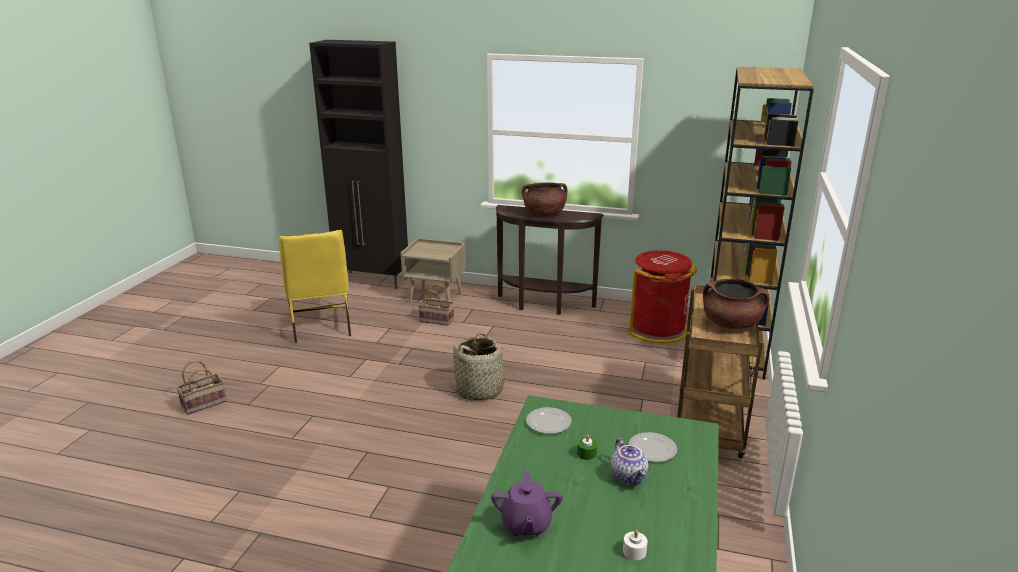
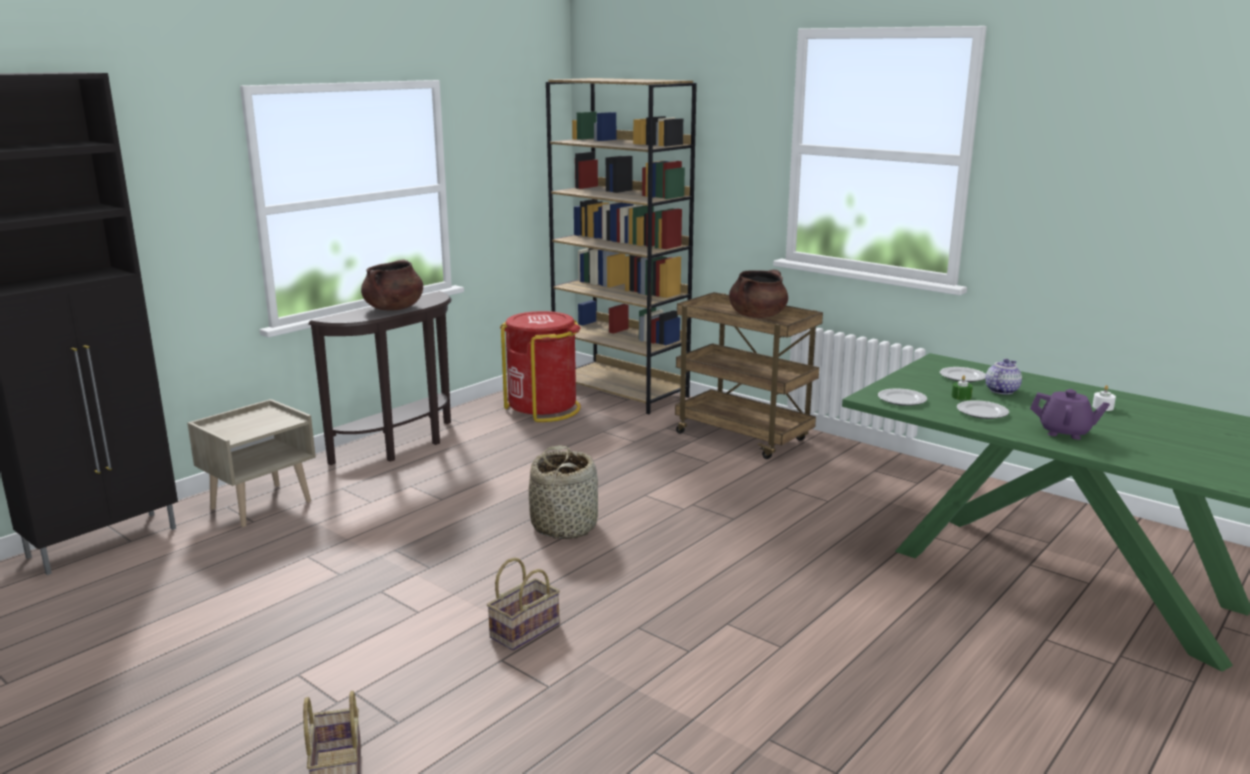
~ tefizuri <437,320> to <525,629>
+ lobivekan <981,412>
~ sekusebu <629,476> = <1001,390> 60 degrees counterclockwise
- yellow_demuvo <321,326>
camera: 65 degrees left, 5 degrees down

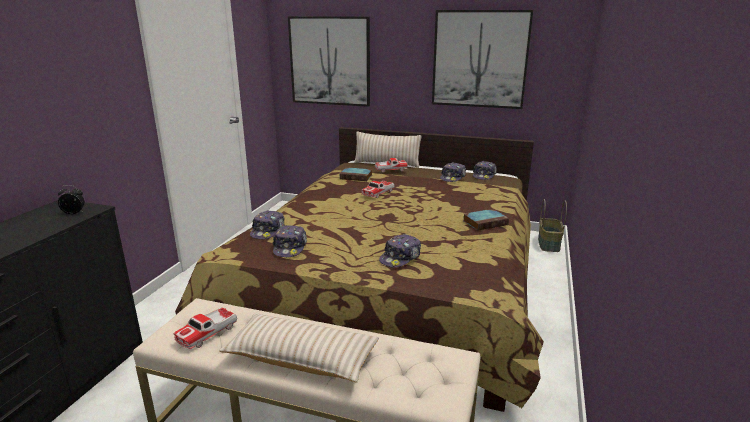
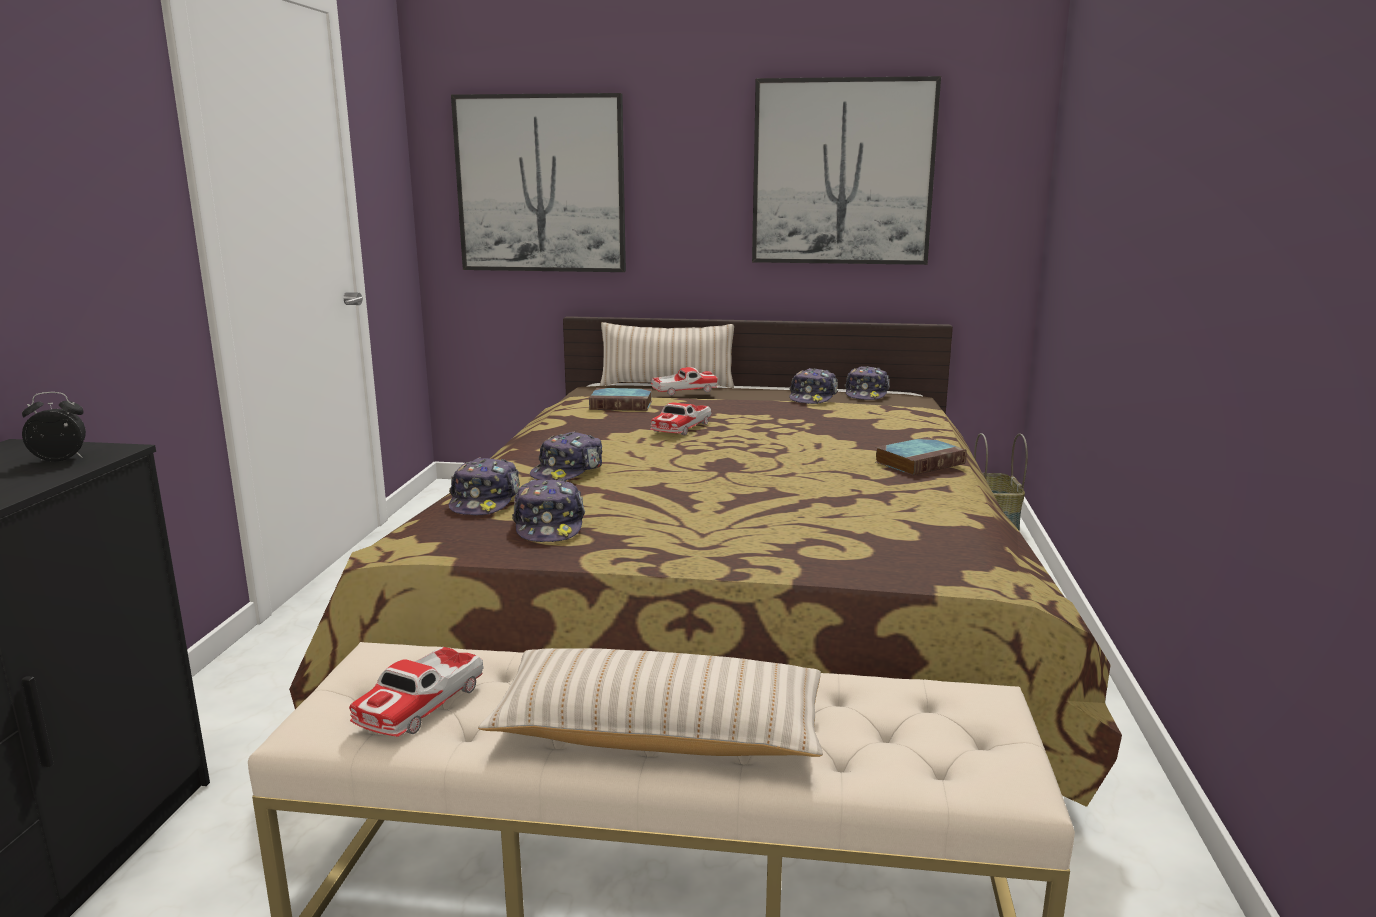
~ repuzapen <400,258> to <568,471>
camera: 10 degrees left, 5 degrees down

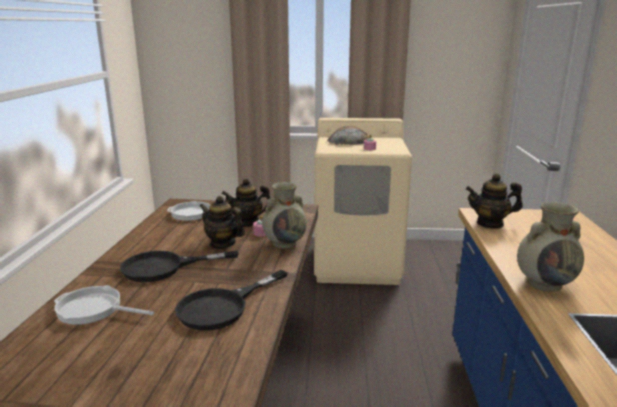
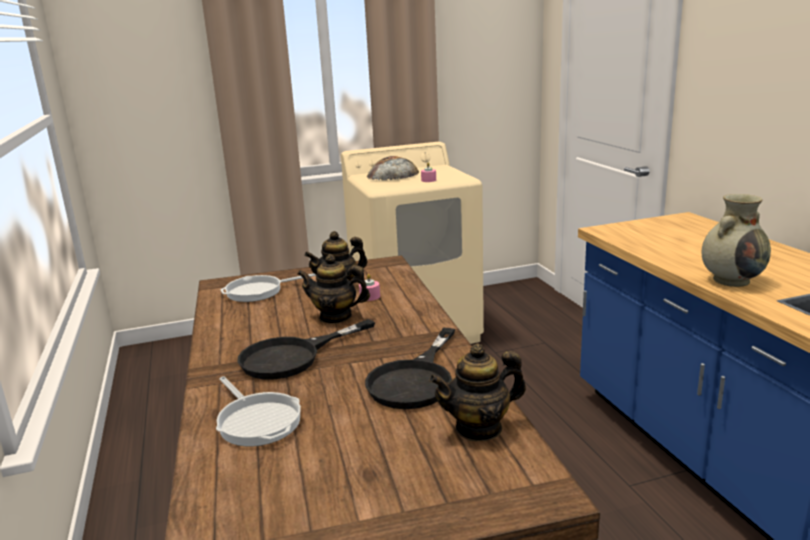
~ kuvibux <93,310> = <257,420> 120 degrees counterclockwise
~ sekusebu <490,223> to <479,428>
- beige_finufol <285,243>
camera: 20 degrees left, 0 degrees up

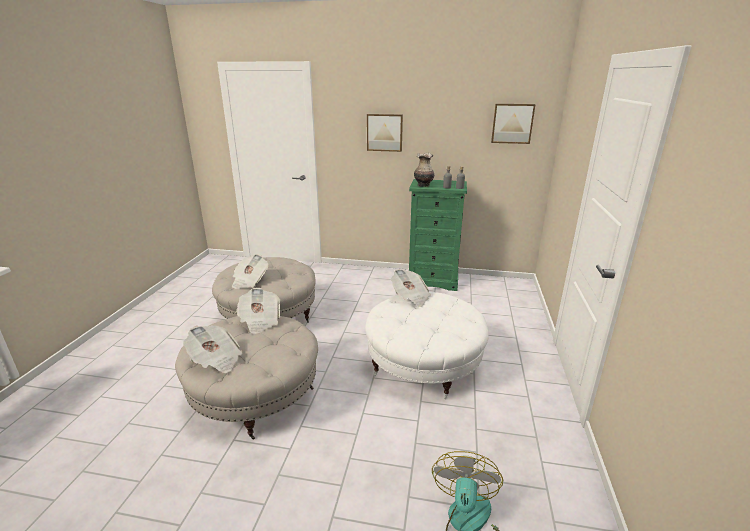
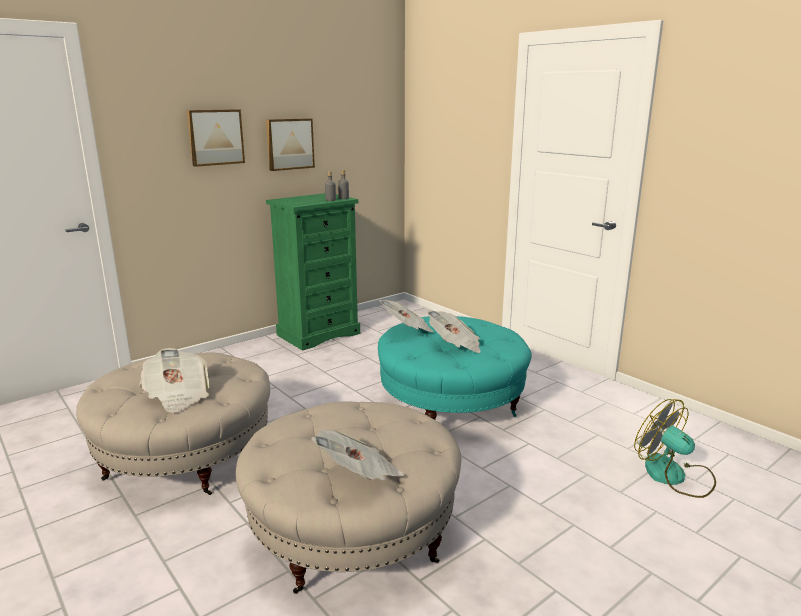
~ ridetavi <512,123> to <289,144>
~ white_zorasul <423,364> to turquoise_zorasul <451,403>
~ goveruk <260,321> to <455,345>
- finufol <423,185>
camera: 50 degrees left, 5 degrees down

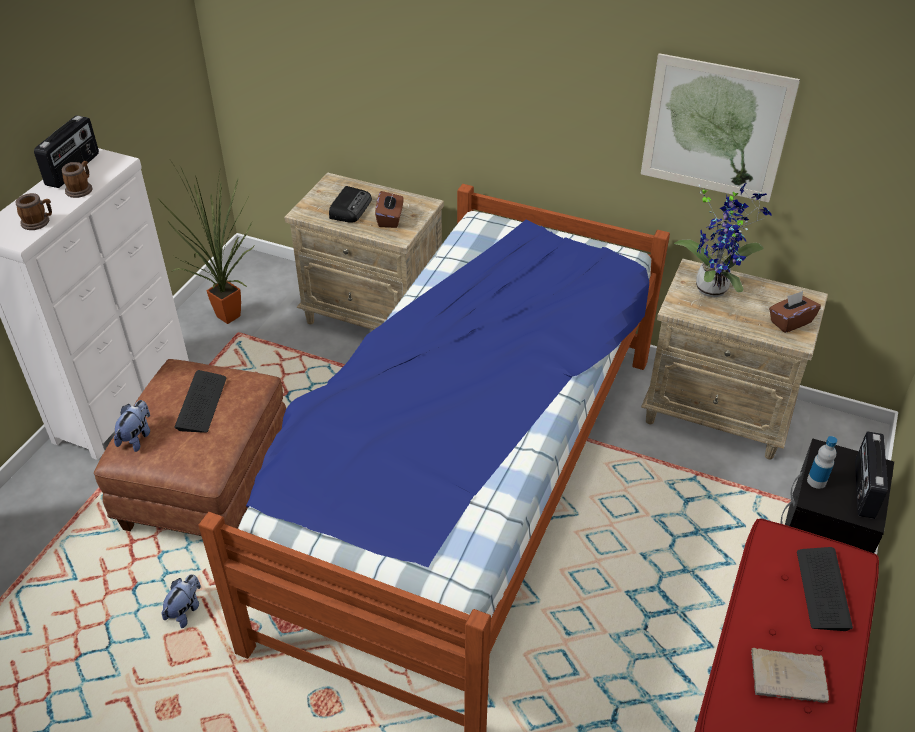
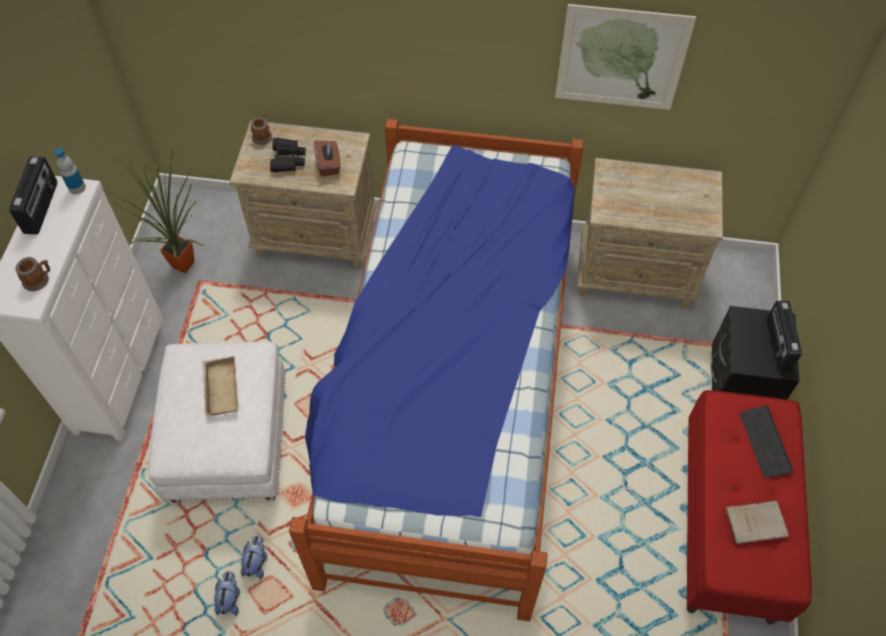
~ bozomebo <816,481> to <77,188>
~ brown_zorasul <206,483> to white_zorasul <229,440>
~ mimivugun <201,403> to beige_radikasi <219,388>
~ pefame <137,437> to <230,598>
~ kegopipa <81,189> to <262,135>
~ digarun <350,208> to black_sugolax <287,159>
- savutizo <714,286>
- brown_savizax <790,322>
camera: 15 degrees left, 15 degrees up

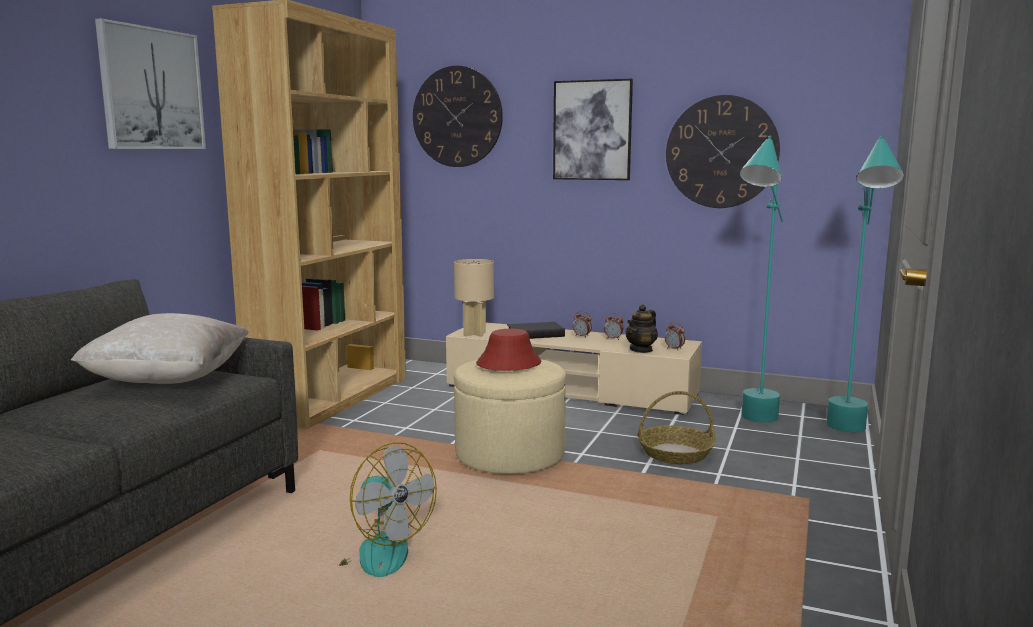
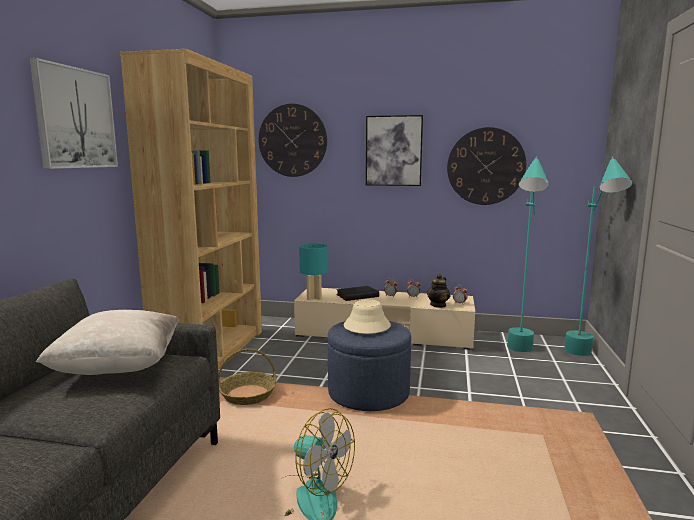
~ tefizuri <675,453> to <247,395>
~ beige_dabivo <474,334> to turquoise_dabivo <314,298>
~ beige_zorasul <510,455> to blue_zorasul <368,393>
~ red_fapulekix <508,363> to beige_fapulekix <366,326>
camera: 10 degrees left, 0 degrees up

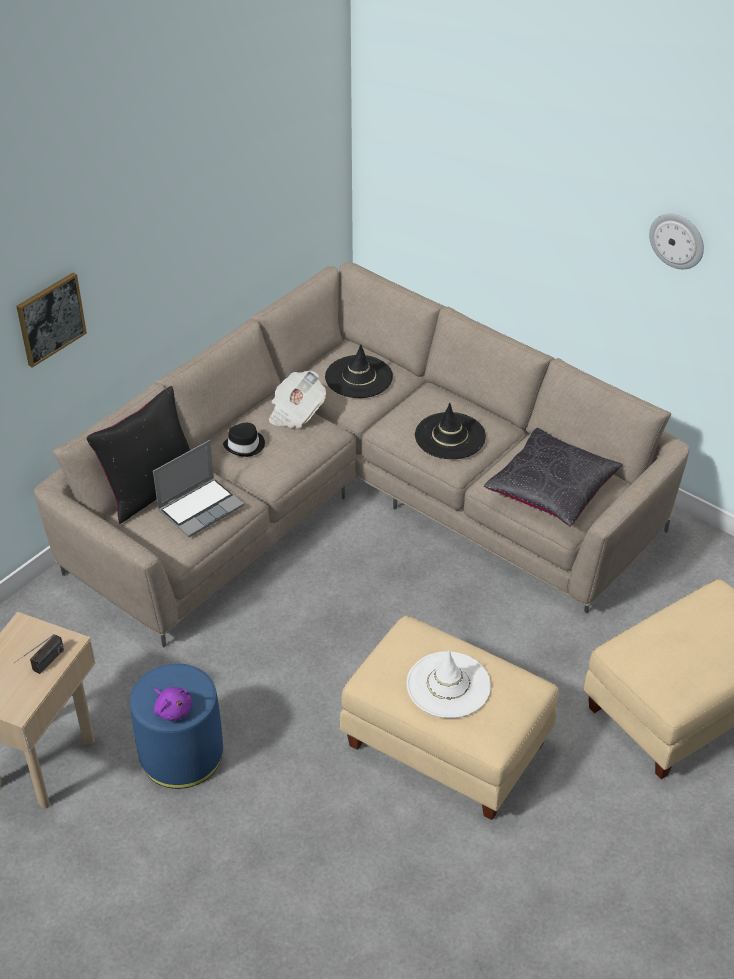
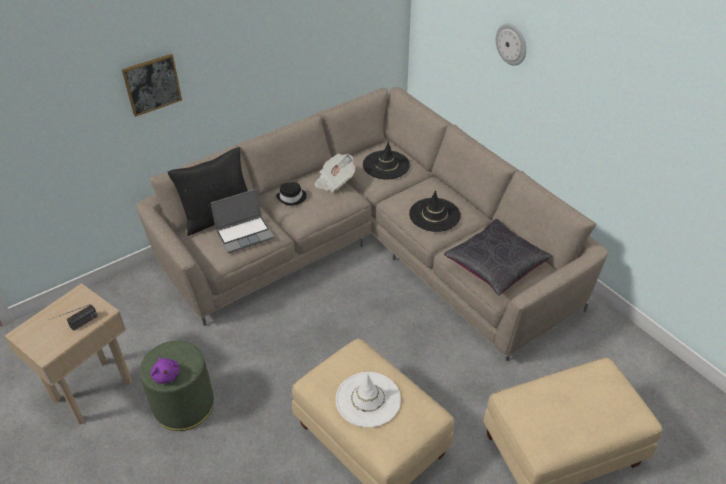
~ blue_zorasul <181,754> to green_zorasul <184,405>
~ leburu <677,240> to <511,44>
camera: 15 degrees right, 0 degrees up

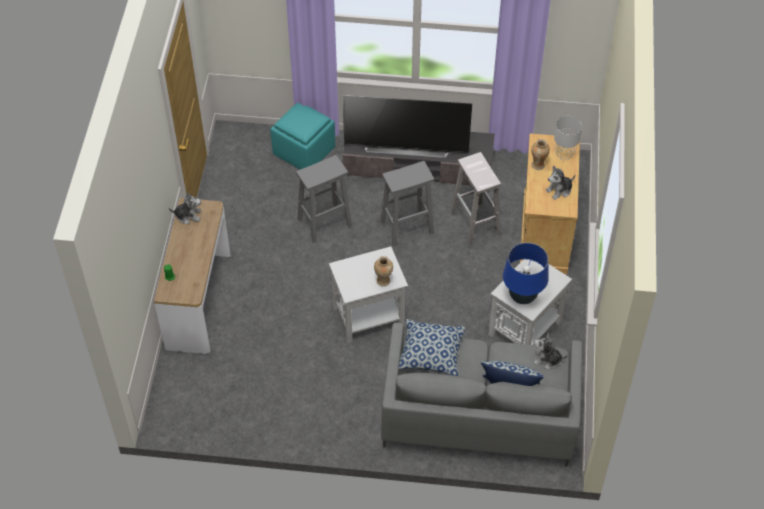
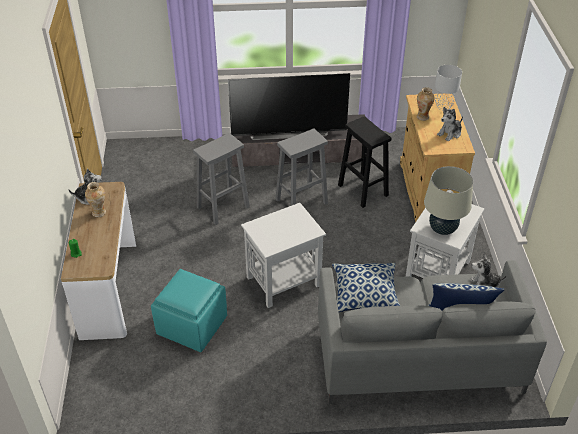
~ finufol <383,281> to <99,213>
~ turquoise_zorasul <305,151> to <193,325>
~ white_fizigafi <475,223> to black_fizigafi <363,191>
~ blue_dabivo <522,296> to beige_dabivo <442,229>
camera: 10 degrees left, 10 degrees down

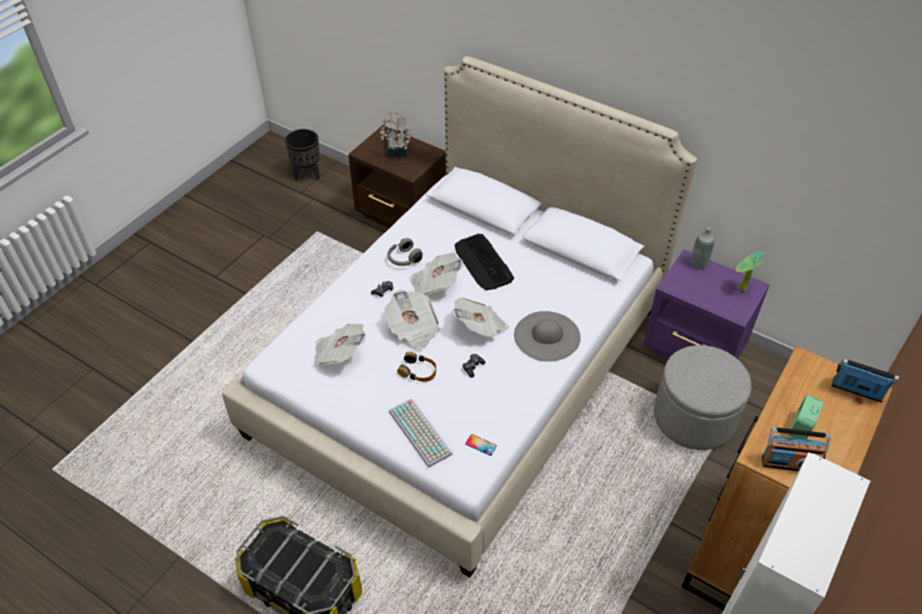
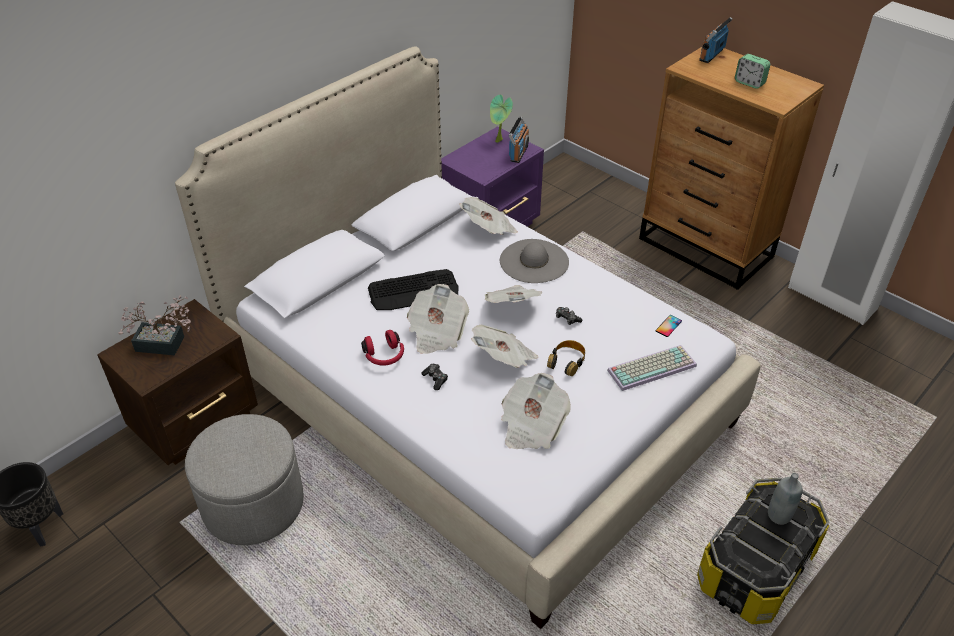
~ grey_zorasul <694,417> to <253,504>
~ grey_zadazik <403,259> to red_zadazik <384,356>
+ goveruk <489,229>
~ digarun <788,463> to <518,153>
~ grey_bozomebo <698,264> to <779,515>
camera: 80 degrees left, 5 degrees down

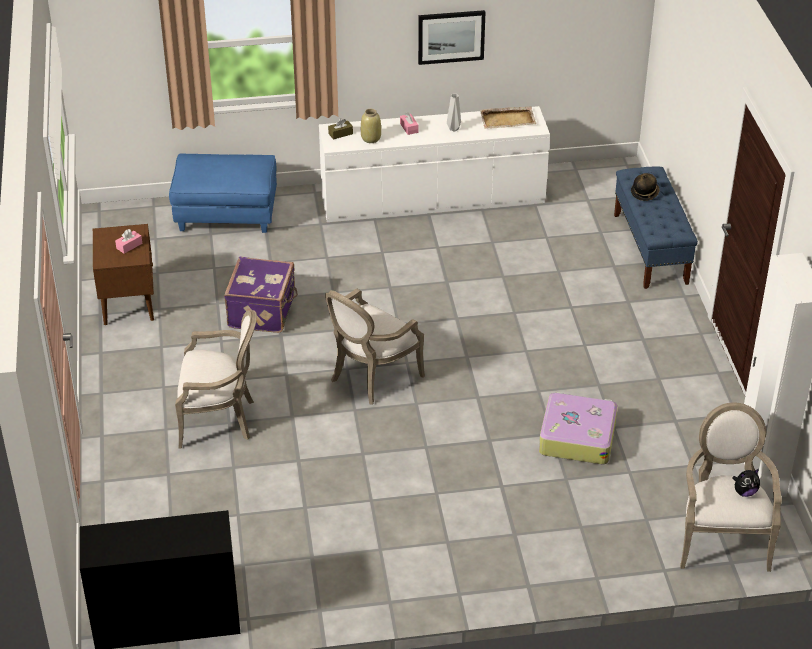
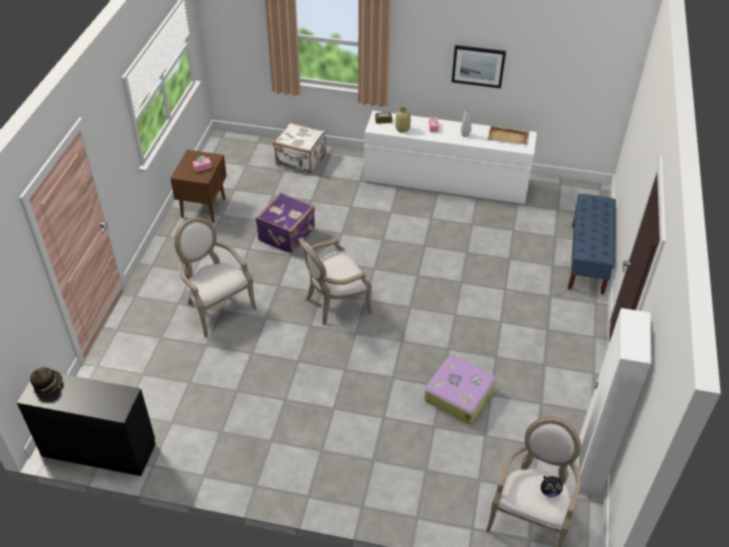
~ fapulekix <644,193> to <48,384>
~ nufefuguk <220,420> = <217,307> 150 degrees counterclockwise
~ blue_zorasul <226,215> to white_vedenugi <300,160>
camera: 20 degrees right, 5 degrees up

